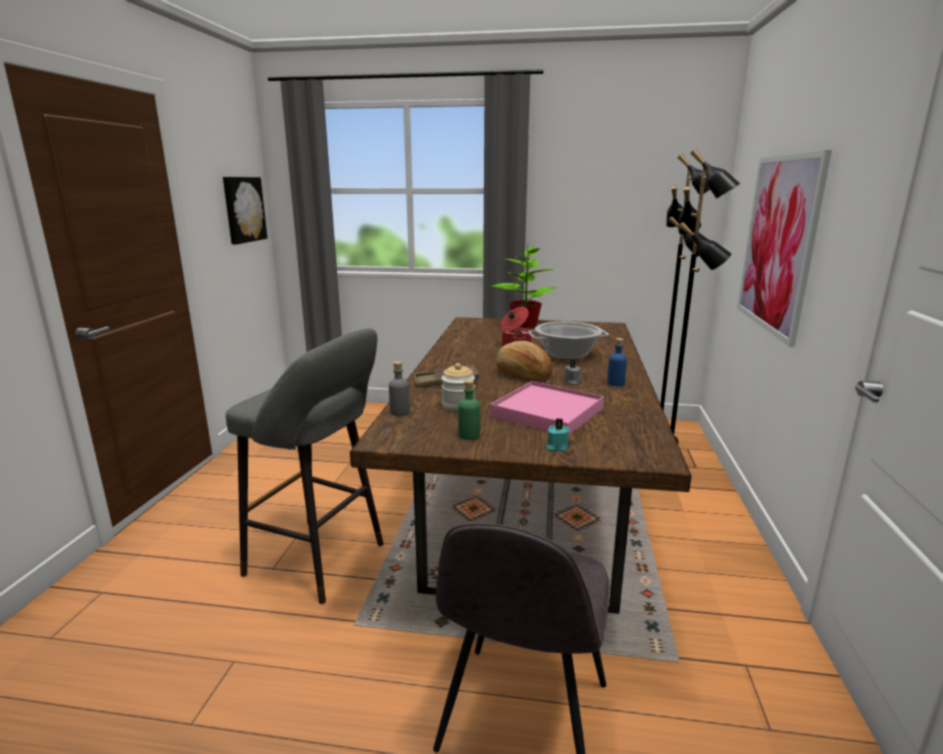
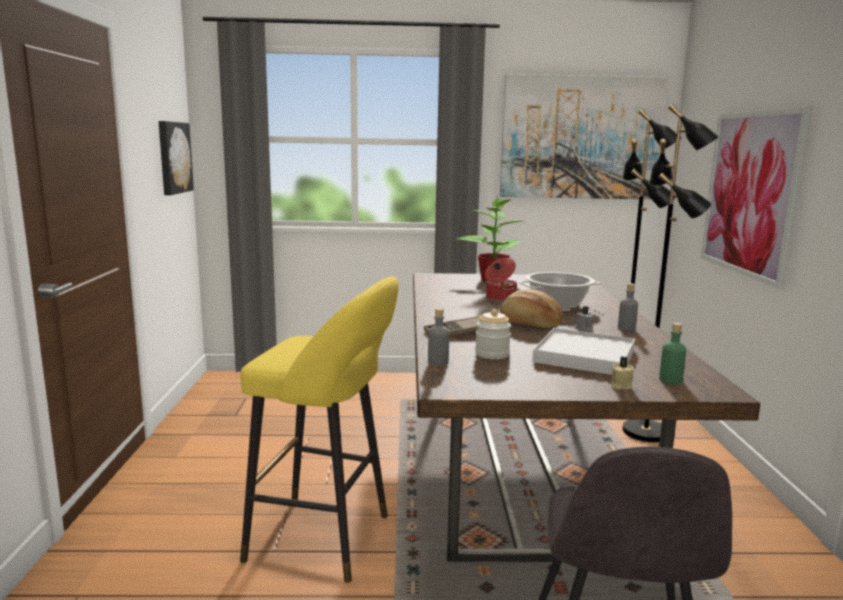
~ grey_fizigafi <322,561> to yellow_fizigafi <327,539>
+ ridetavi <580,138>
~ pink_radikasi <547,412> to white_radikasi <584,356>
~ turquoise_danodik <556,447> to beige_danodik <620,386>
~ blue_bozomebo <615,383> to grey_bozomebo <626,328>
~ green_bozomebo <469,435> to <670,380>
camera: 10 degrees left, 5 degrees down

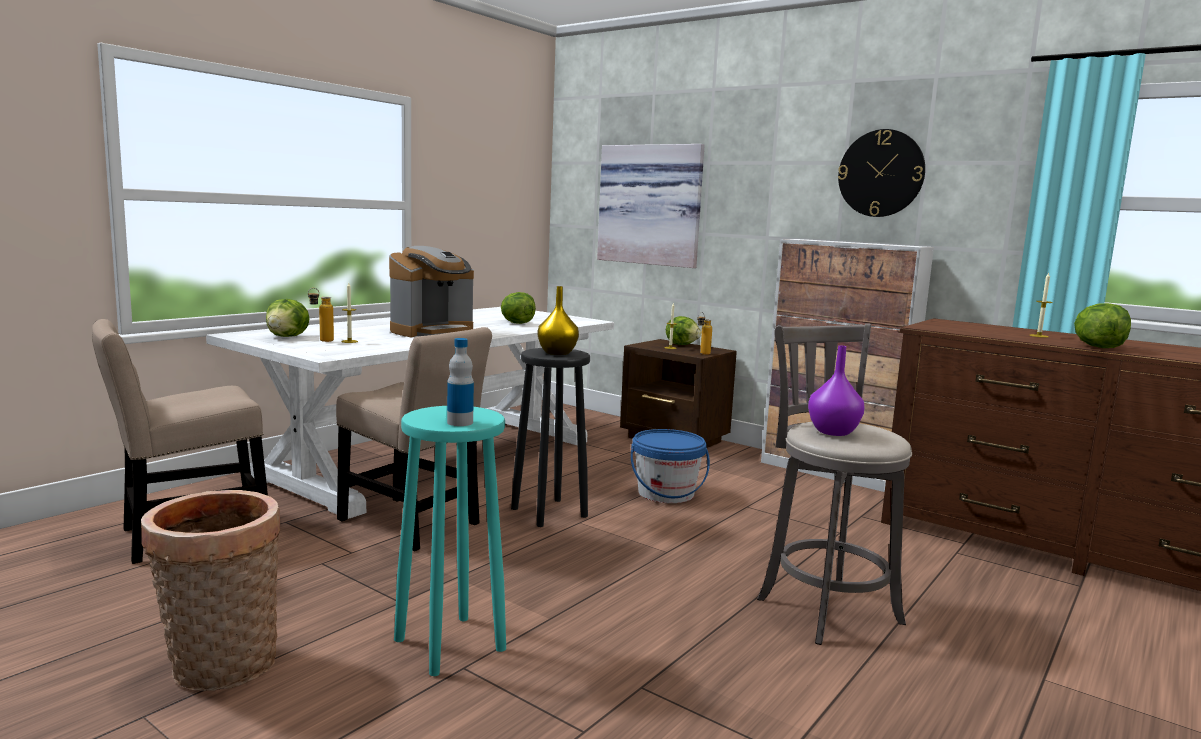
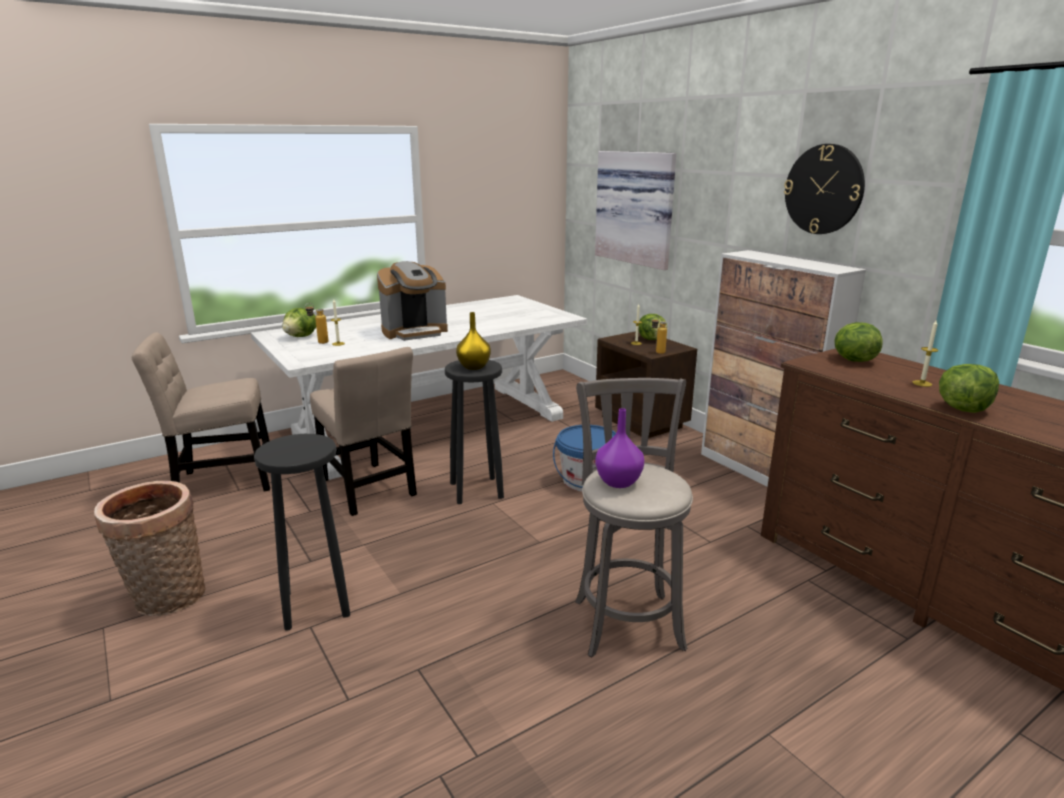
~ turquoise_fizigafi <451,644> to black_fizigafi <317,604>
~ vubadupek <516,323> to <853,360>
- bozomebo <460,422>
camera: 20 degrees right, 10 degrees up

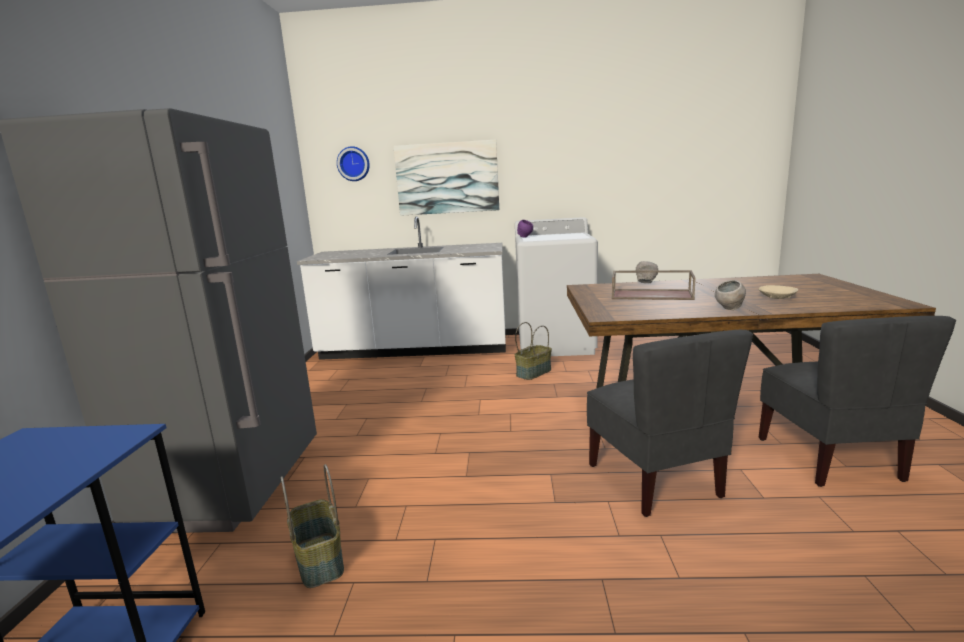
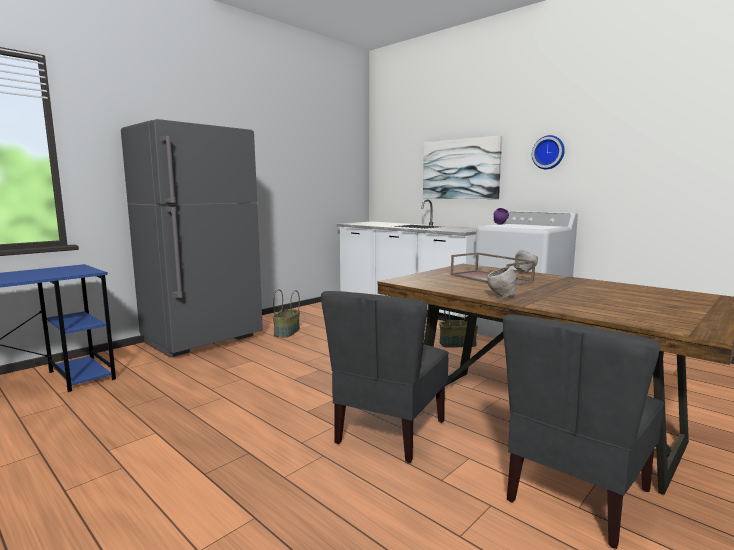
~ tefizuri <320,560> to <287,332>
~ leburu <354,164> to <549,152>
- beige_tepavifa <776,297>
camera: 40 degrees right, 5 degrees down

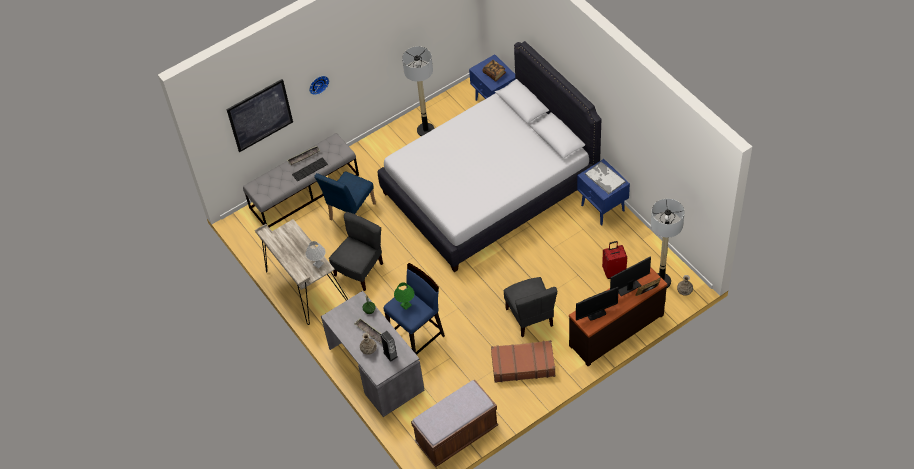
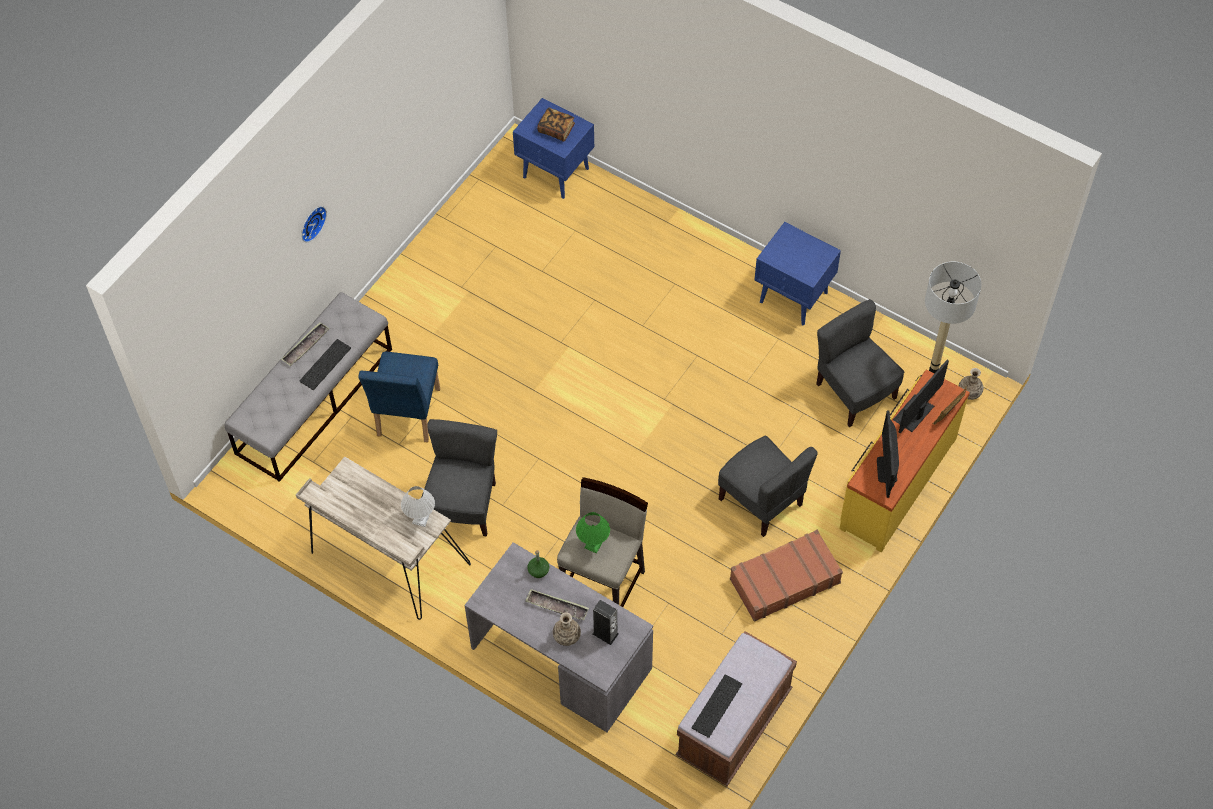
~ blue_fizigafi <417,337> to beige_fizigafi <603,586>
+ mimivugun <717,707>
~ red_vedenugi <614,271> to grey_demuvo <854,392>
~ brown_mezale <615,329> to yellow_mezale <896,482>
~ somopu <596,313> = <887,469> 135 degrees clockwise
- ridetavi <260,115>
- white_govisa <489,188>
- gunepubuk <425,130>
- radikasi <604,178>
camera: 25 degrees left, 5 degrees up

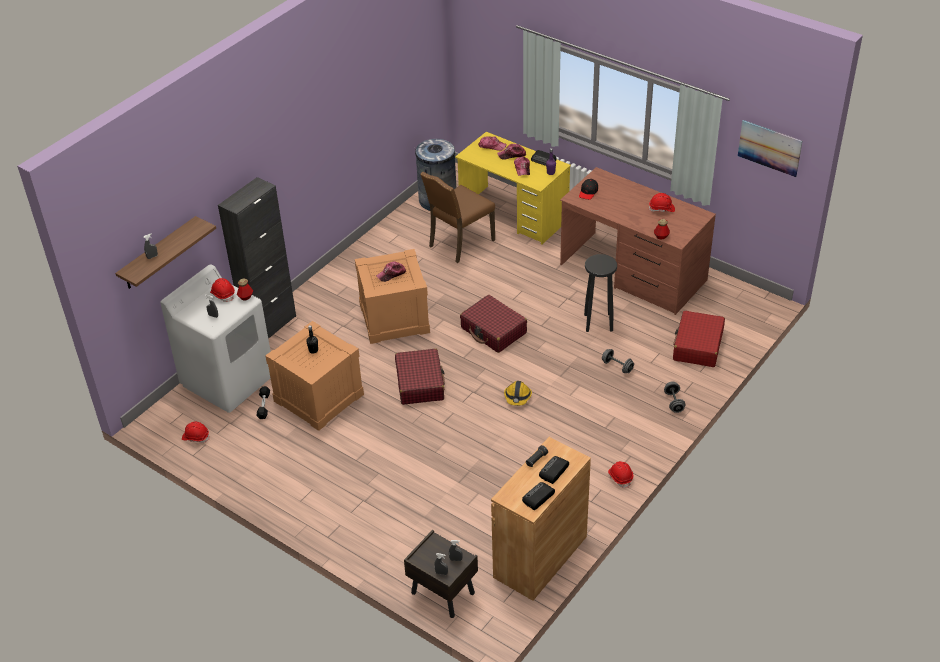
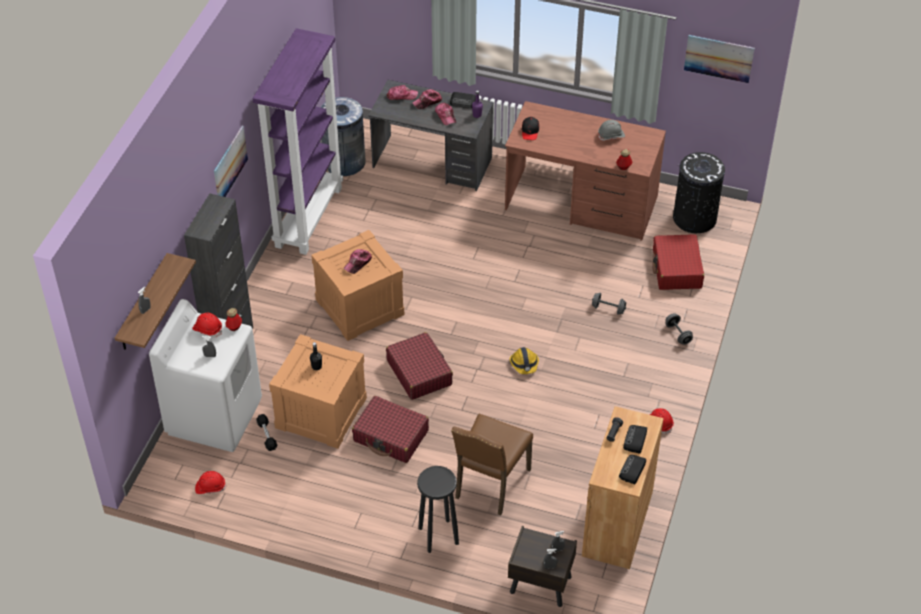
+ ridetavi <230,164>
+ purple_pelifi <308,216>
~ red_vedenugi <493,331> to <391,436>
~ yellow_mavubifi <513,215> to grey_mavubifi <432,163>
~ black_fizigafi <598,322> to <438,536>
~ brown_demuvo <459,243> to <490,484>
~ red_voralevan <661,209> to grey_voralevan <611,135>
+ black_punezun <694,218>
camera: 20 degrees left, 5 degrees up

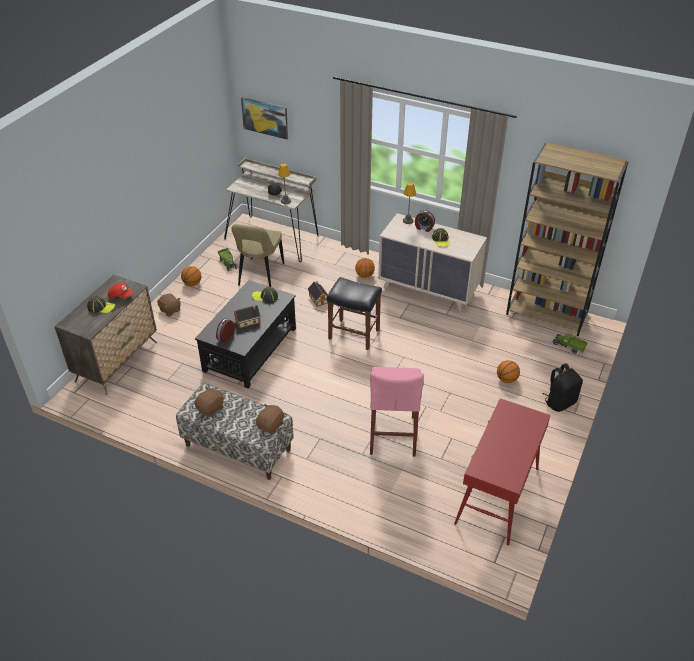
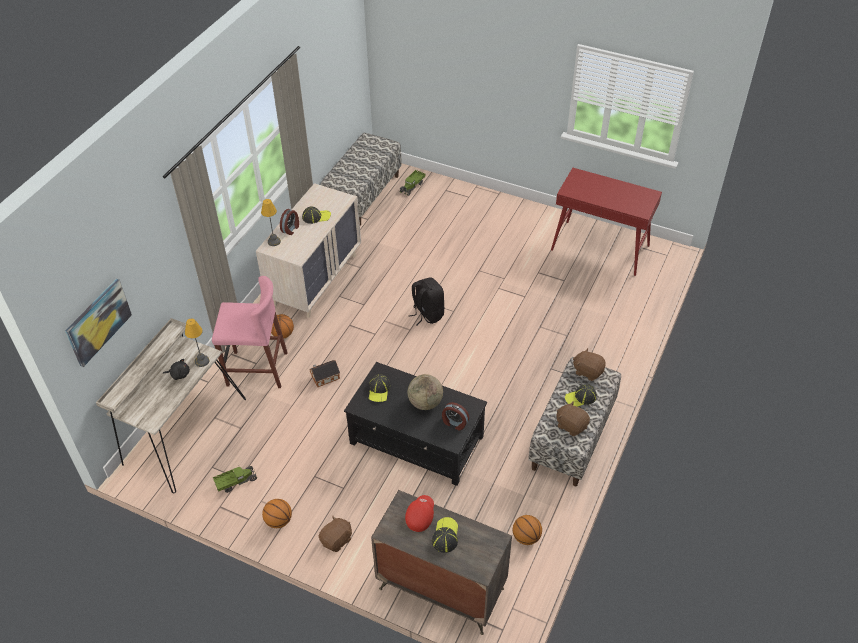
~ pink_fizigafi <392,435> to <257,369>
~ brown_pelifi <547,314> to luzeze <363,195>
~ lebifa <248,321> to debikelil <425,403>
~ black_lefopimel <560,402> to <427,314>
~ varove <507,379> to <526,537>
+ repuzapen <580,398>
- beige_demuvo <260,276>
- black_fizigafi <354,334>
camera: 90 degrees left, 5 degrees up

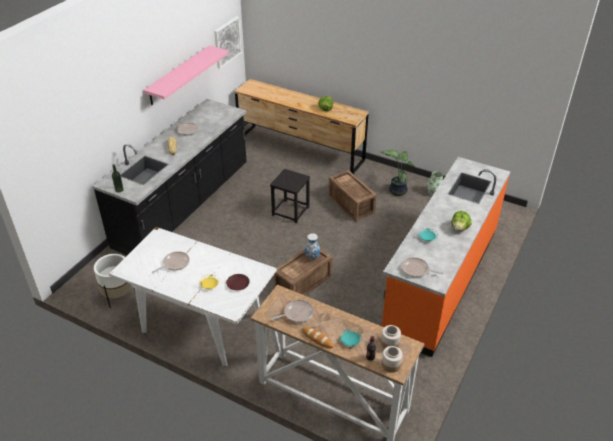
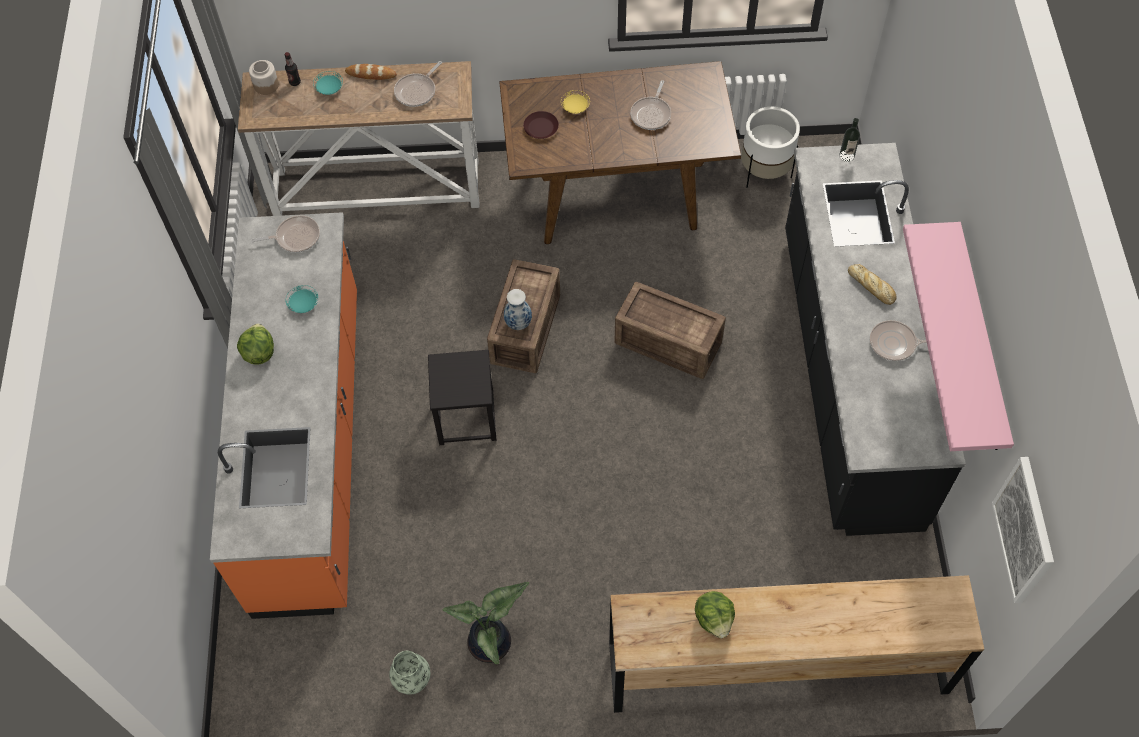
~ black_fizigafi <291,211> to <465,417>
~ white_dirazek <201,323> to brown_dirazek <616,192>
~ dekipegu <351,205> to <667,341>
- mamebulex <390,343>
camera: 150 degrees right, 20 degrees up

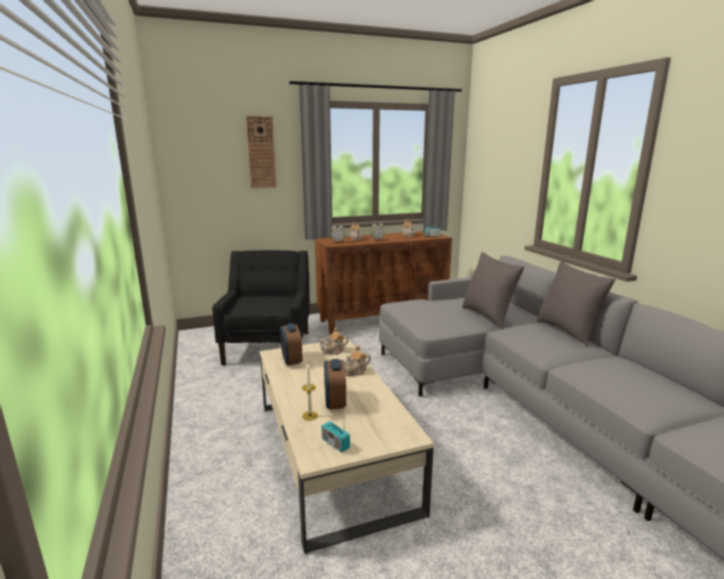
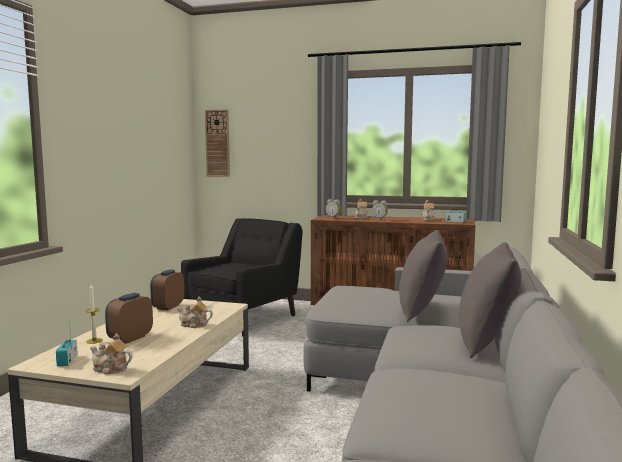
~ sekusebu <334,351> to <110,369>
~ leburu <261,152> to <217,143>
camera: 35 degrees right, 10 degrees down

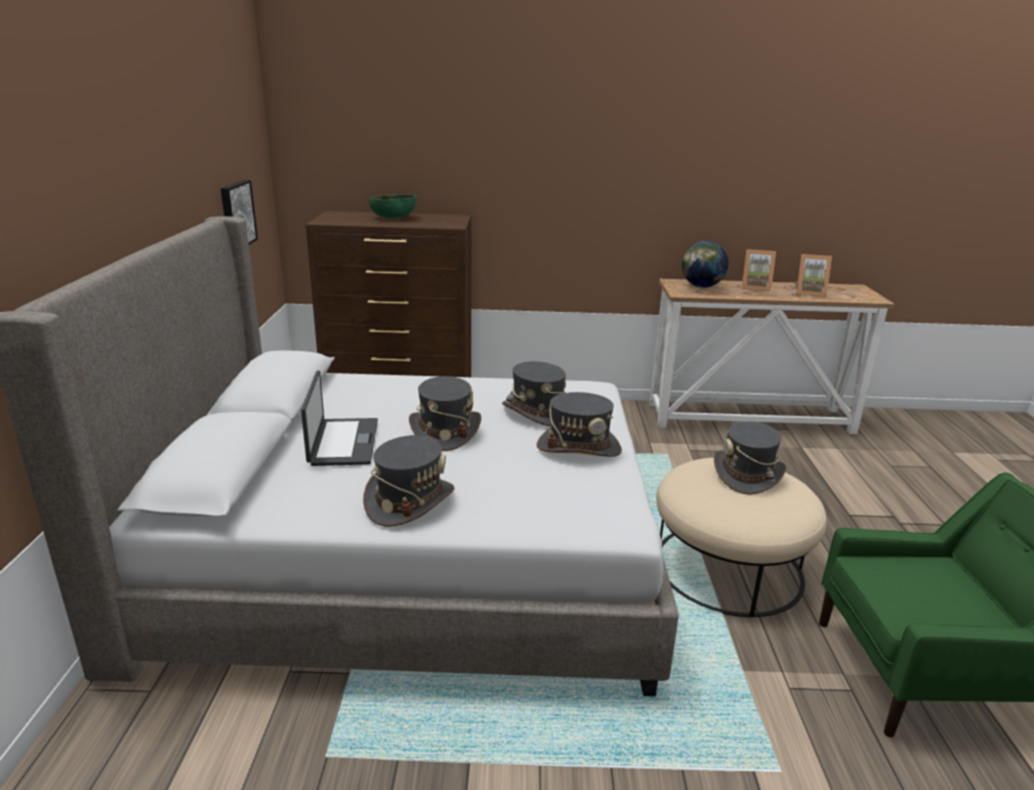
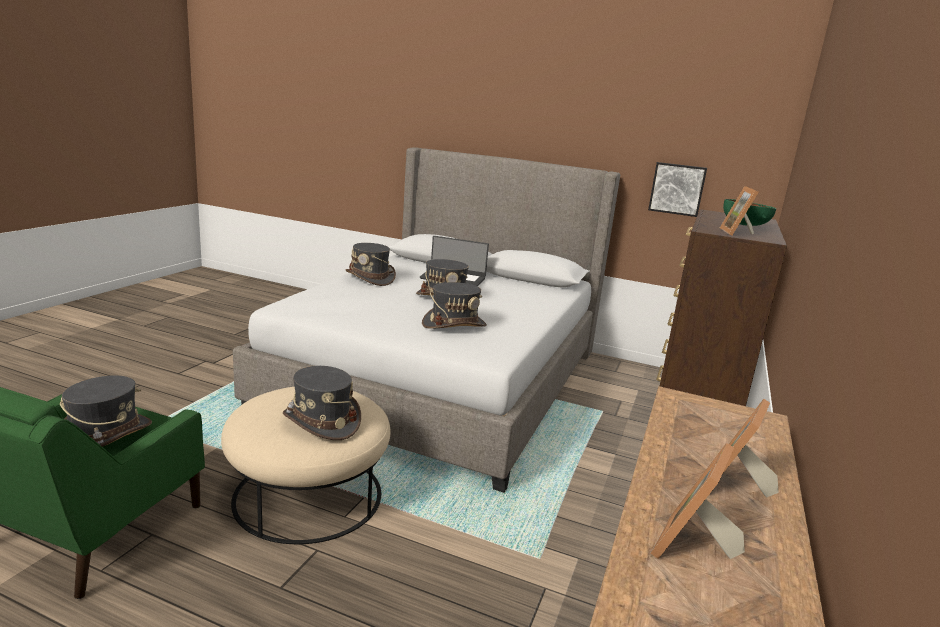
~ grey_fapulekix <579,447> to <105,435>
+ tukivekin <738,233>
- debikelil <701,286>
camera: 110 degrees right, 5 degrees down

